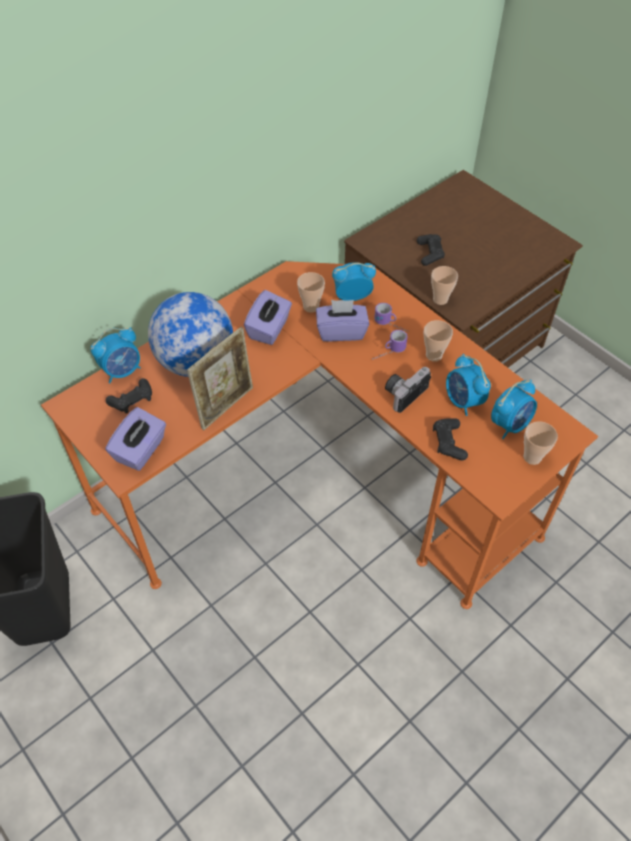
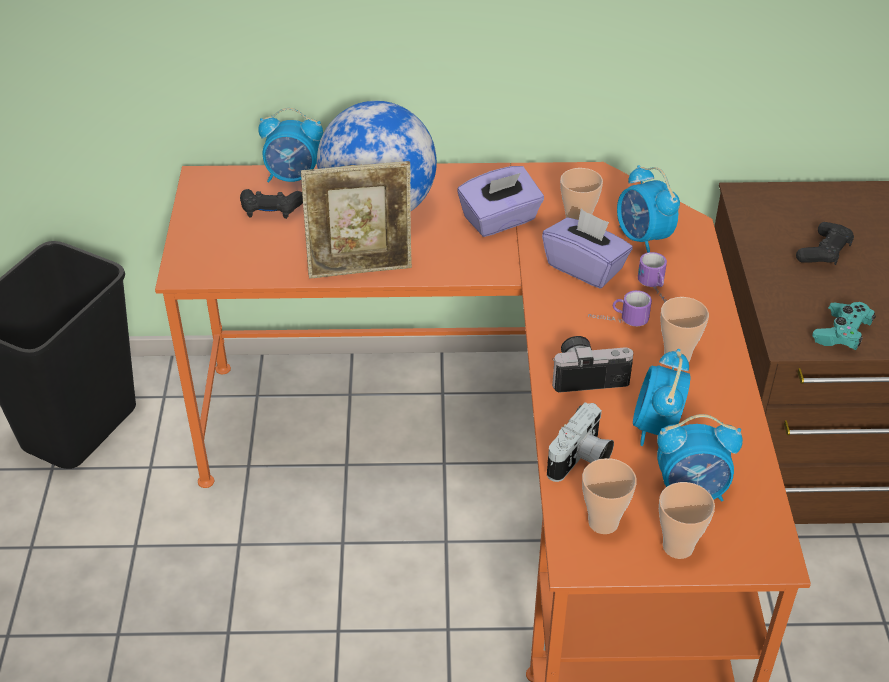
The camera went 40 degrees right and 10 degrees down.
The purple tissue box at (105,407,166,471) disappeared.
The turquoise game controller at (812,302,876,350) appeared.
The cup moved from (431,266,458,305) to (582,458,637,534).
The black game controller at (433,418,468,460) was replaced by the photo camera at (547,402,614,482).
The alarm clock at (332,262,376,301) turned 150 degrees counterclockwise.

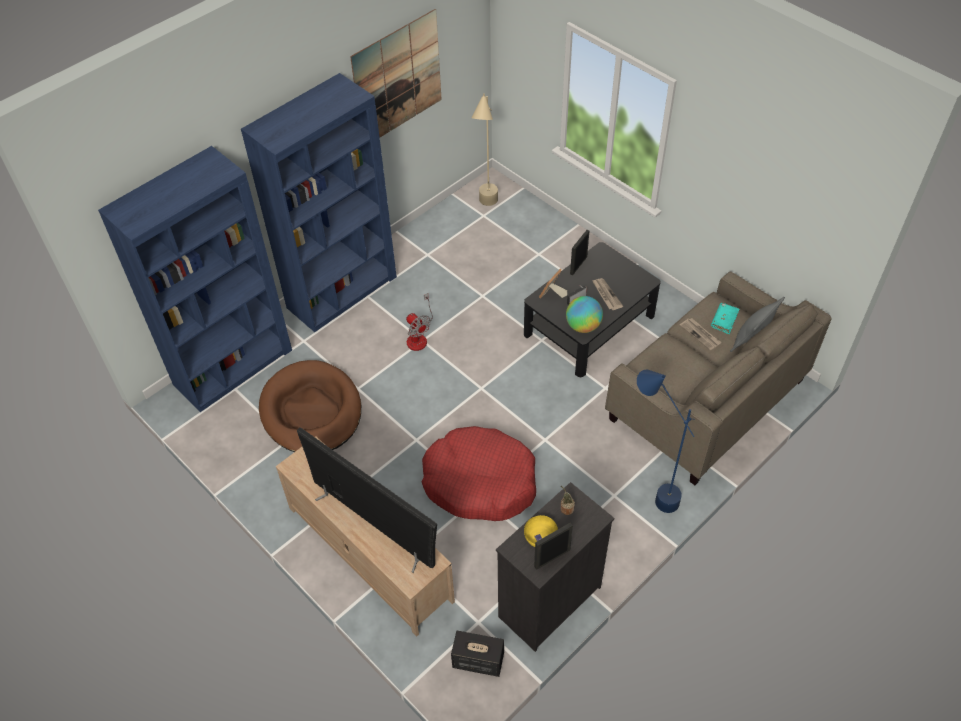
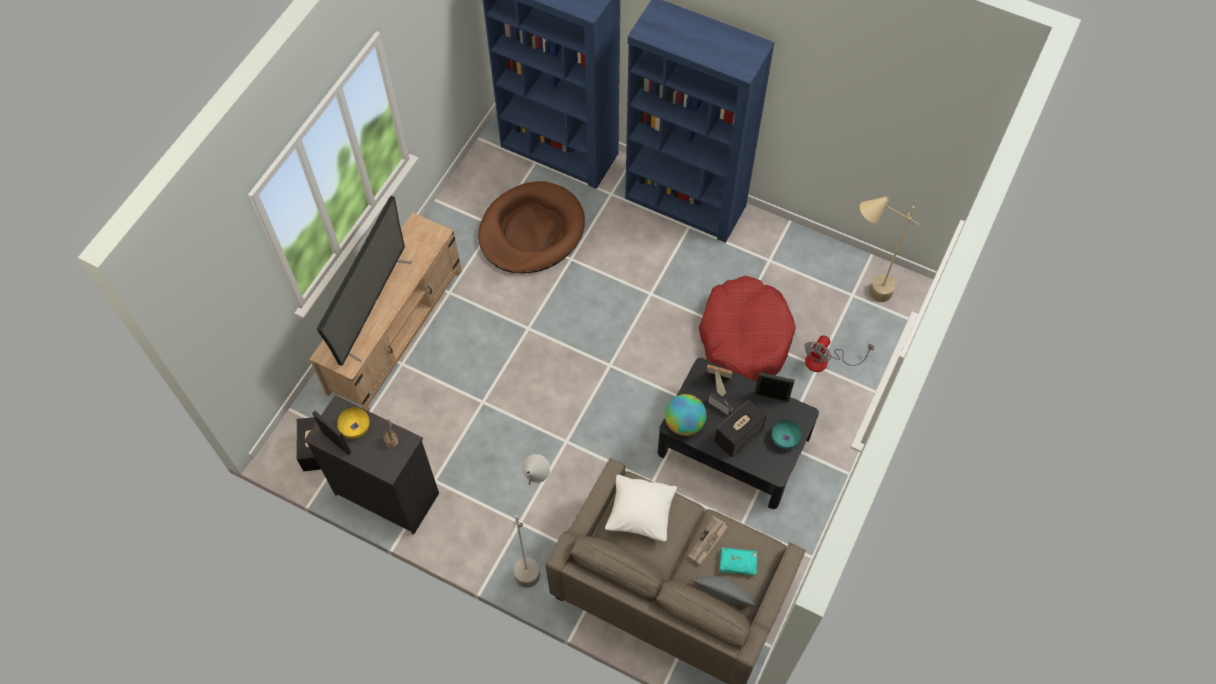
The camera went 70 degrees right and 10 degrees up.
The picture at (350,9,442,137) disappeared.
The white pillow at (605,475,677,542) appeared.
The turquoise bowl at (772,420,802,449) appeared.
The fan moved from (406,293,433,351) to (804,335,874,372).
The red dog bed moved from (422,426,536,521) to (699,276,796,382).
The newspaper at (592,278,623,310) was replaced by the speaker at (714,400,767,457).
The blue floor lamp at (637,370,695,513) became the grey floor lamp at (509,454,550,588).

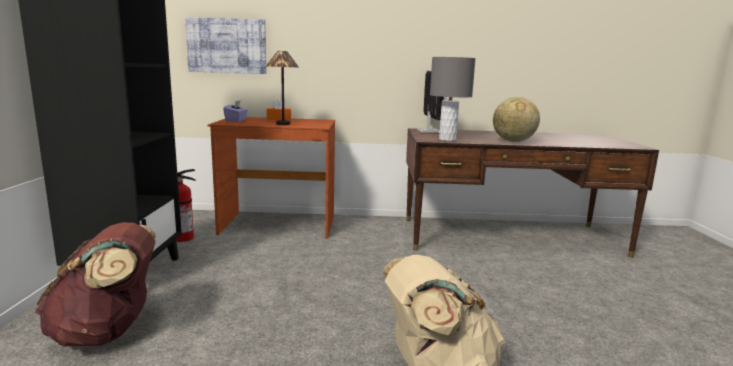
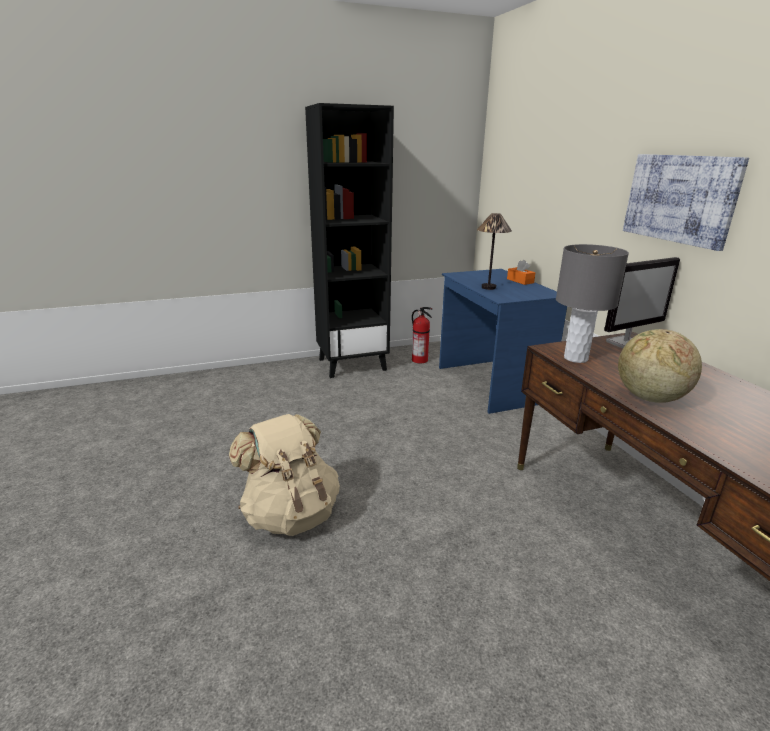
The camera went 70 degrees right and 10 degrees up.
The brown backpack at (35,222,156,346) disappeared.
The purple tissue box at (223,100,248,122) disappeared.
The picture moved from (185,17,266,74) to (623,154,749,251).
The brown desk at (208,117,335,239) became the blue desk at (439,269,567,414).

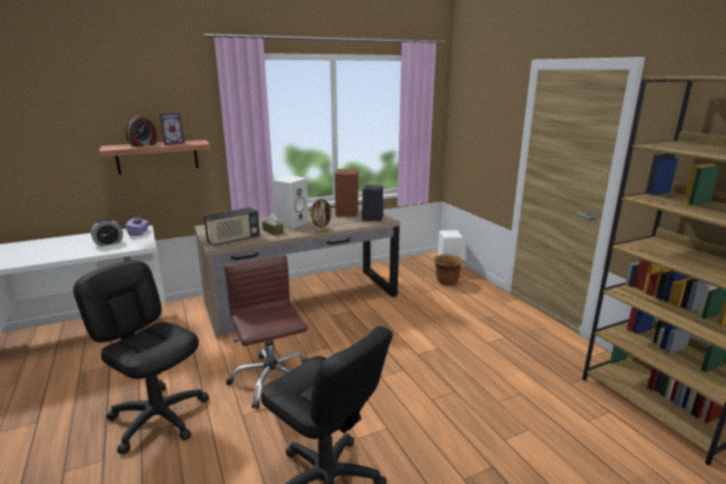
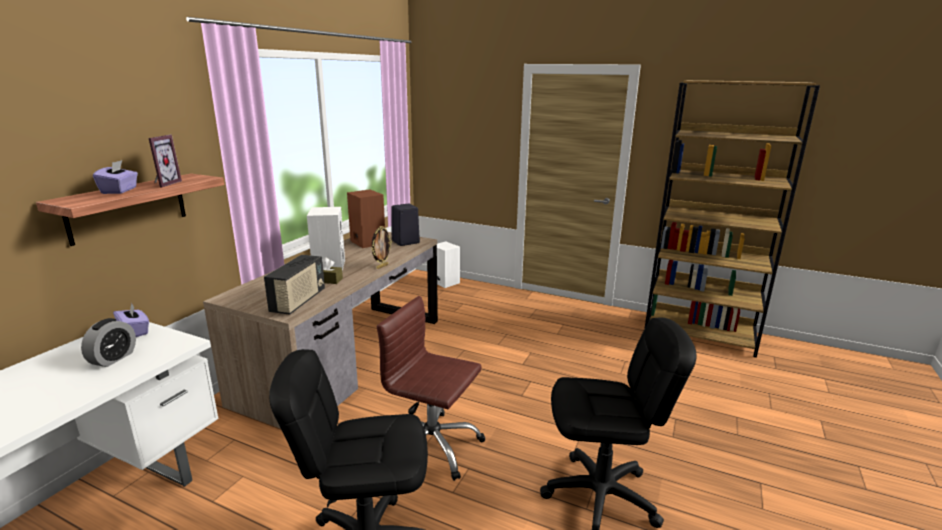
The camera went 40 degrees left and 0 degrees up.
The brown planter at (433,254,464,285) disappeared.
The alarm clock at (126,116,157,147) was replaced by the purple tissue box at (93,160,138,194).

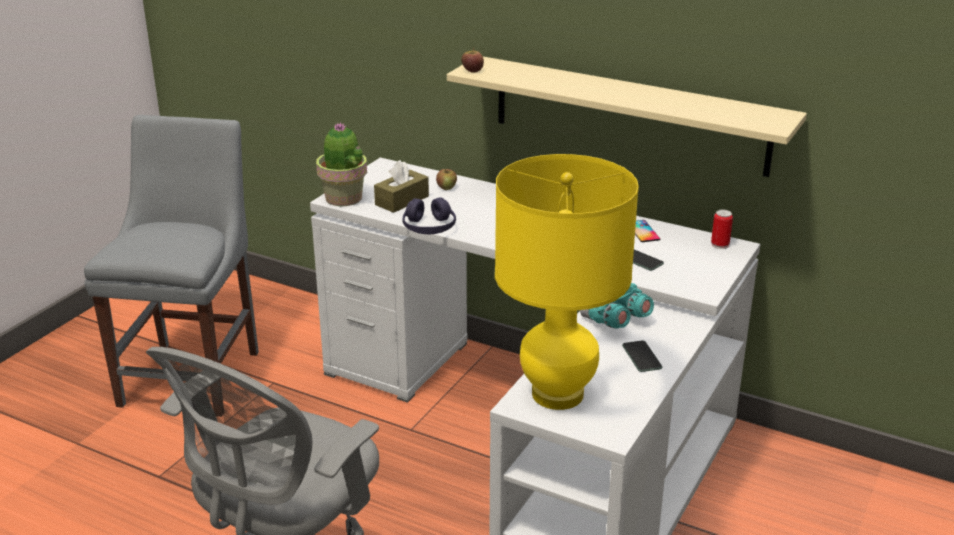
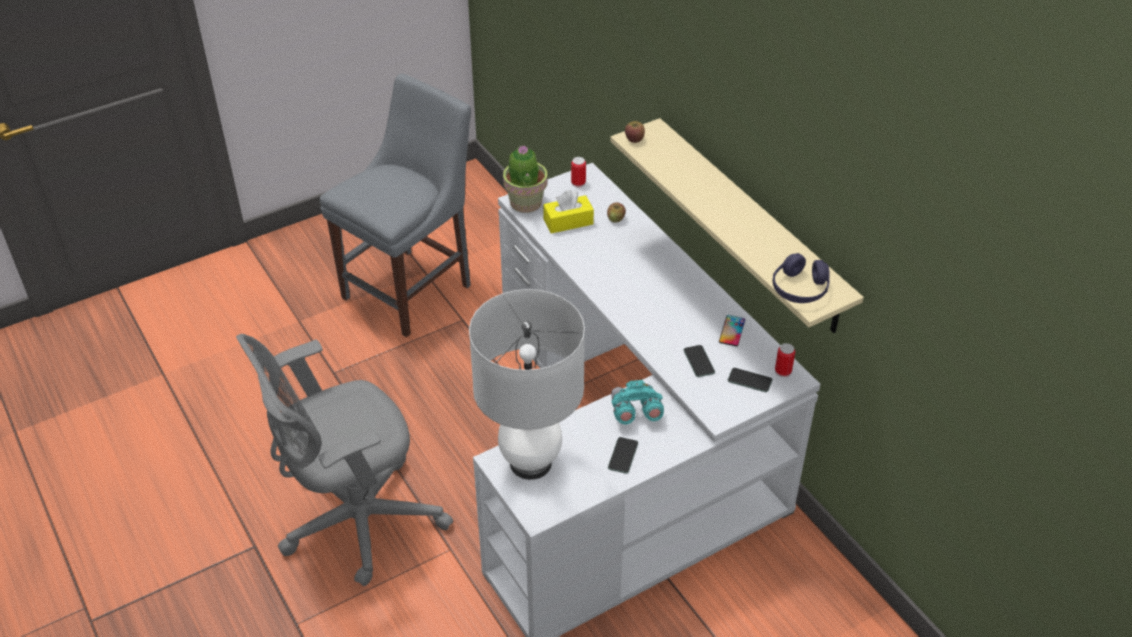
The camera went 30 degrees right and 15 degrees up.
The can at (571,157,586,188) appeared.
The phone at (728,368,772,392) appeared.
The purple headphones moved from (403,197,456,234) to (773,253,830,303).
The brown tissue box at (374,160,429,213) became the yellow tissue box at (543,190,594,233).
The yellow table lamp at (495,154,639,410) became the white table lamp at (469,289,585,480).

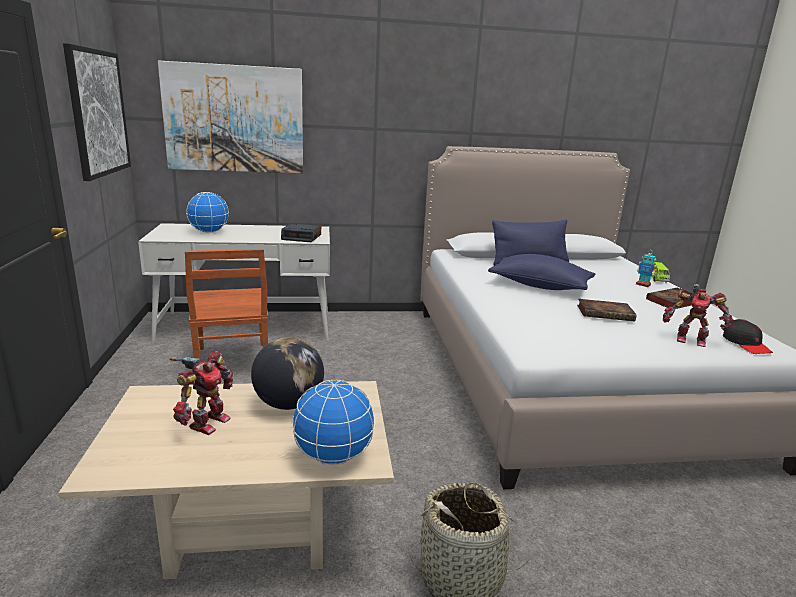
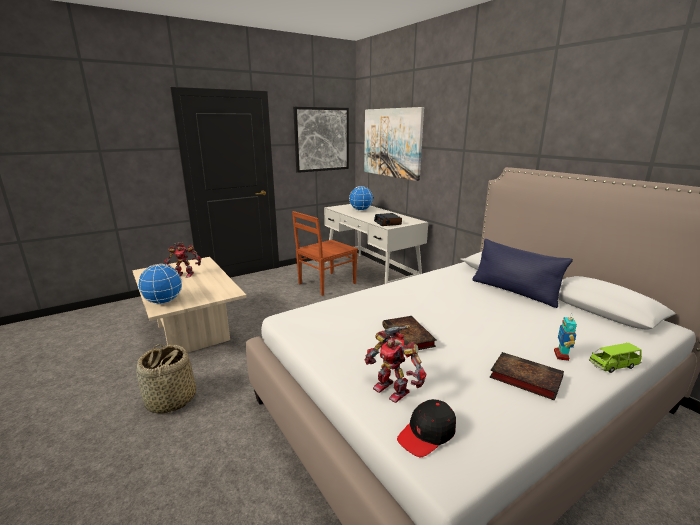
The camera went 65 degrees right and 0 degrees up.
The globe at (251,337,324,410) disappeared.
The blue pillow at (488,254,595,290) disappeared.
The toy robot at (663,284,734,347) turned 45 degrees counterclockwise.

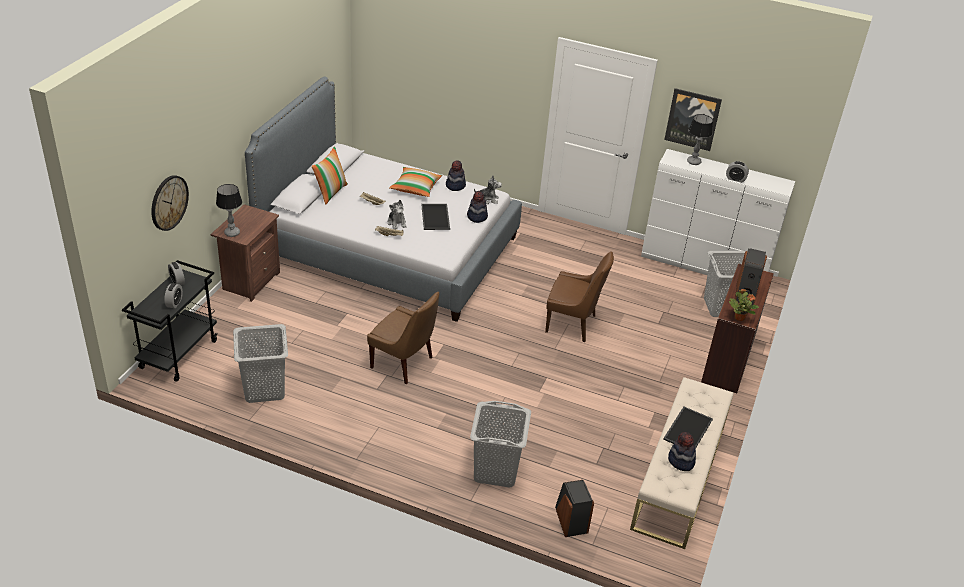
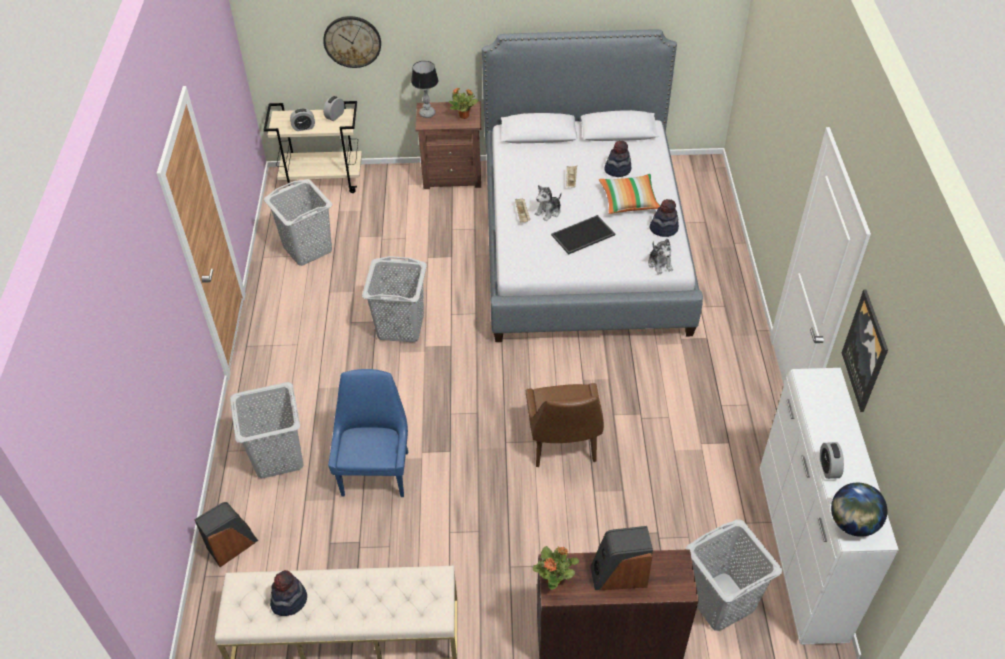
The camera went 70 degrees right and 10 degrees up.
The pillow at (312,146,348,204) disappeared.
The tray at (663,407,713,448) disappeared.
The table lamp at (687,114,713,165) disappeared.
The blue chair at (328,369,408,497) appeared.
The potted plant at (449,88,478,119) appeared.
The globe at (831,483,887,537) appeared.
The hat moved from (467,191,488,223) to (604,141,631,177).
The brown chair at (367,292,439,384) was replaced by the grey laundry basket at (362,256,427,342).
The black cart at (122,260,217,382) became the beige cart at (264,101,362,194).

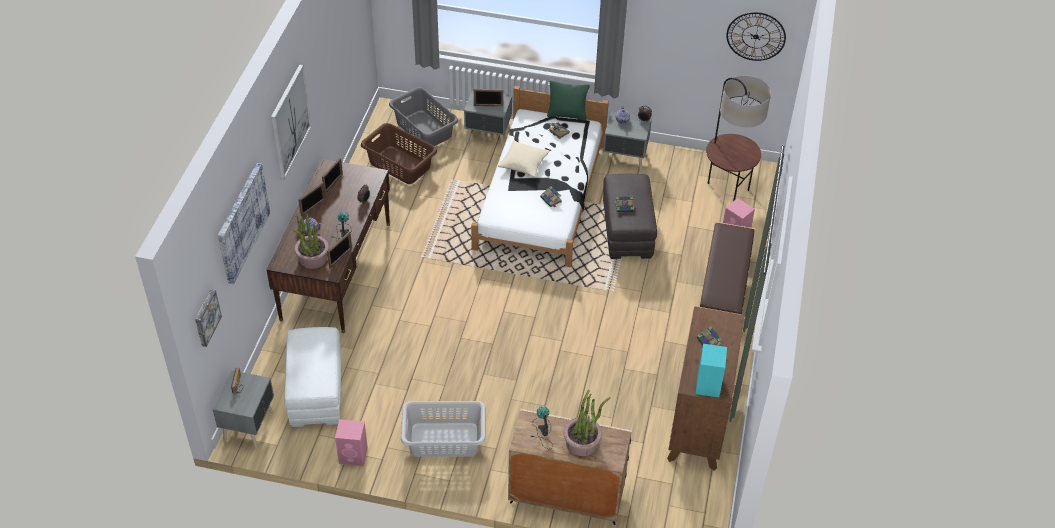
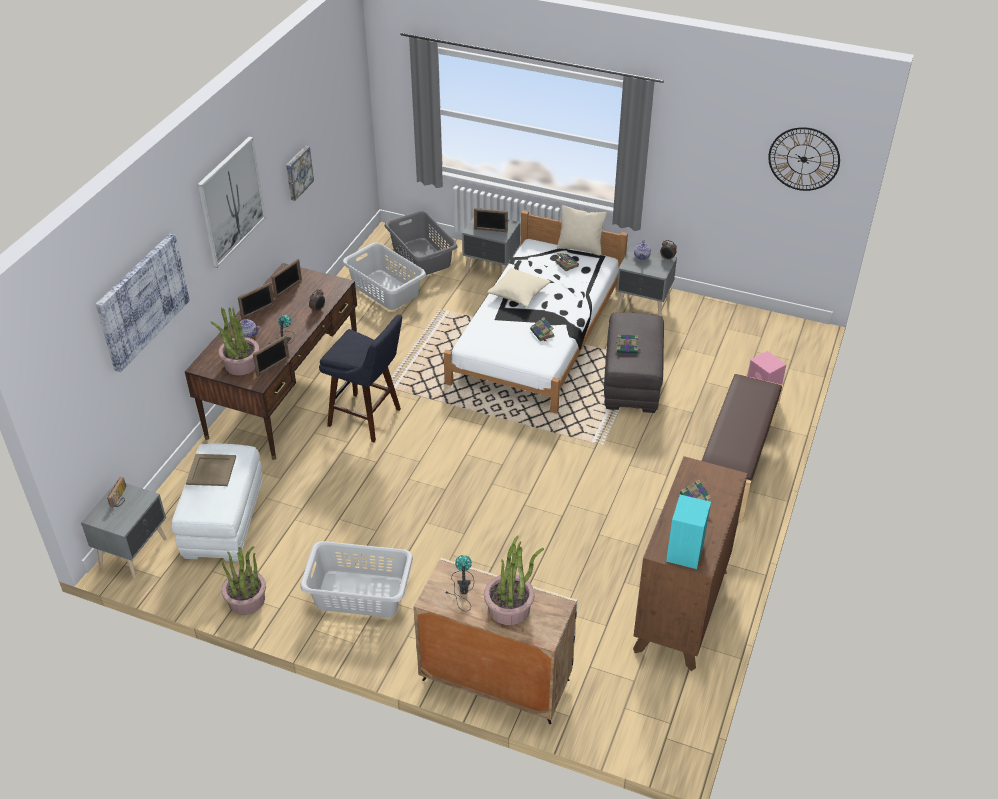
The camera went 10 degrees right and 5 degrees down.
The floor lamp at (706,76,771,201) disappeared.
The beige tray at (186,454,236,486) appeared.
The blue stool at (319,315,402,442) appeared.
The picture moved from (195,289,222,347) to (286,146,314,201).
The pink speaker at (335,419,368,466) was replaced by the potted plant at (221,546,266,615).
The brown laundry basket at (361,123,437,184) became the grey laundry basket at (342,243,426,310).
The green pillow at (547,81,590,121) became the beige pillow at (557,205,607,256).

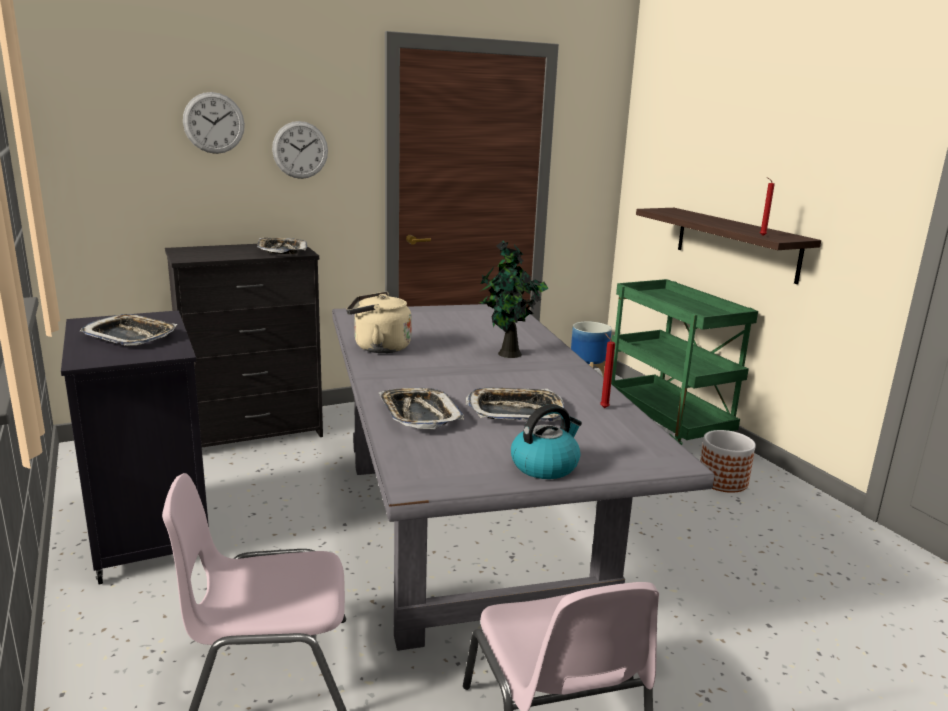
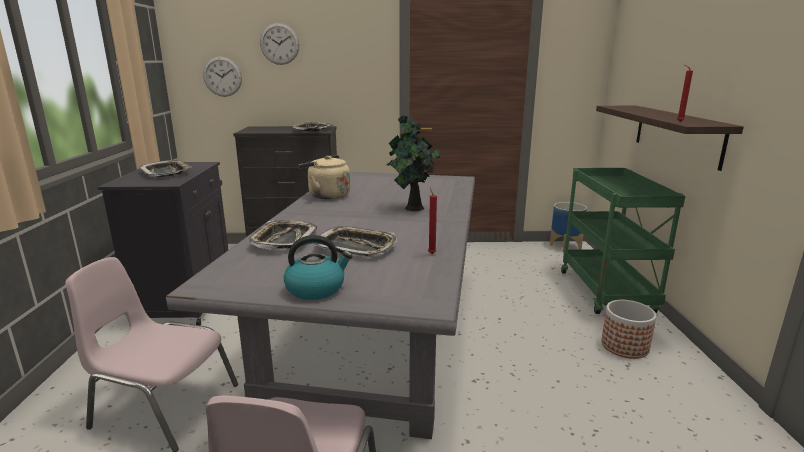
The camera went 25 degrees right and 0 degrees up.
The wall clock moved from (272,121,328,179) to (203,57,242,97).

